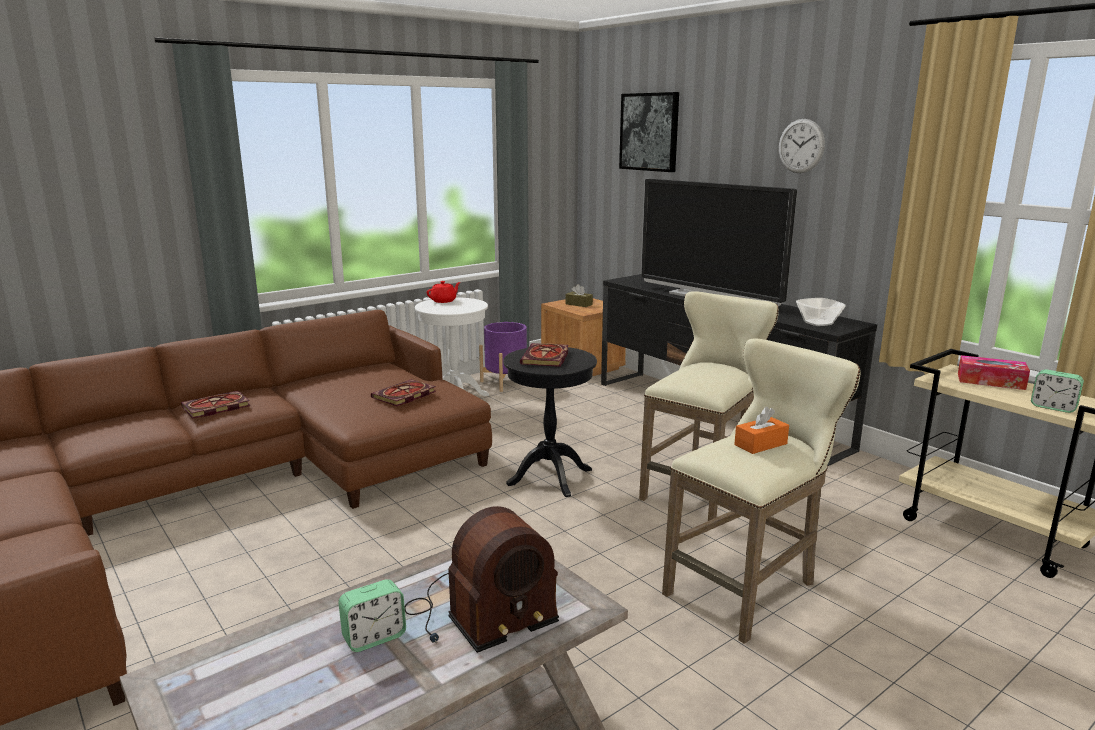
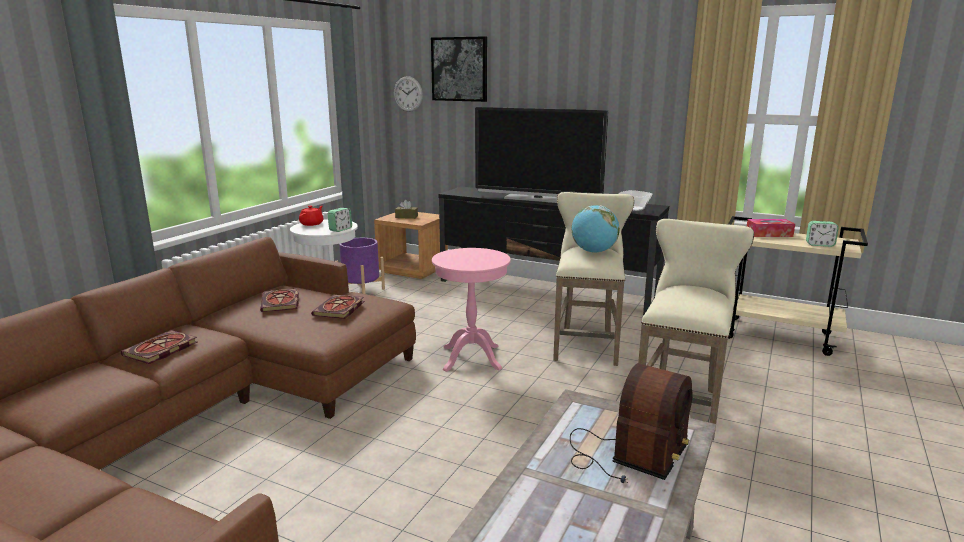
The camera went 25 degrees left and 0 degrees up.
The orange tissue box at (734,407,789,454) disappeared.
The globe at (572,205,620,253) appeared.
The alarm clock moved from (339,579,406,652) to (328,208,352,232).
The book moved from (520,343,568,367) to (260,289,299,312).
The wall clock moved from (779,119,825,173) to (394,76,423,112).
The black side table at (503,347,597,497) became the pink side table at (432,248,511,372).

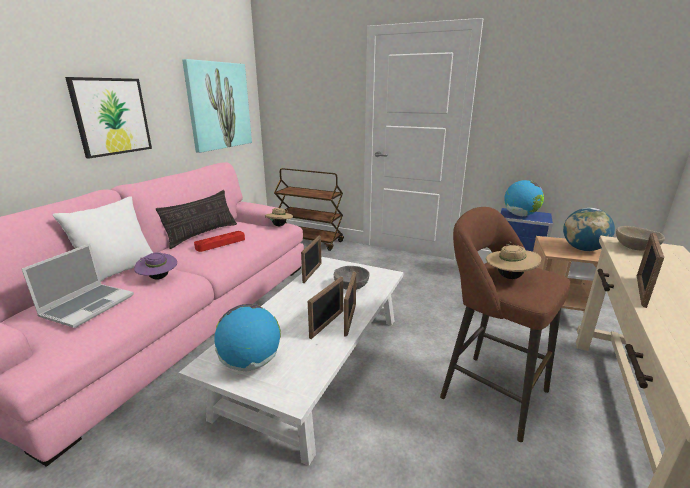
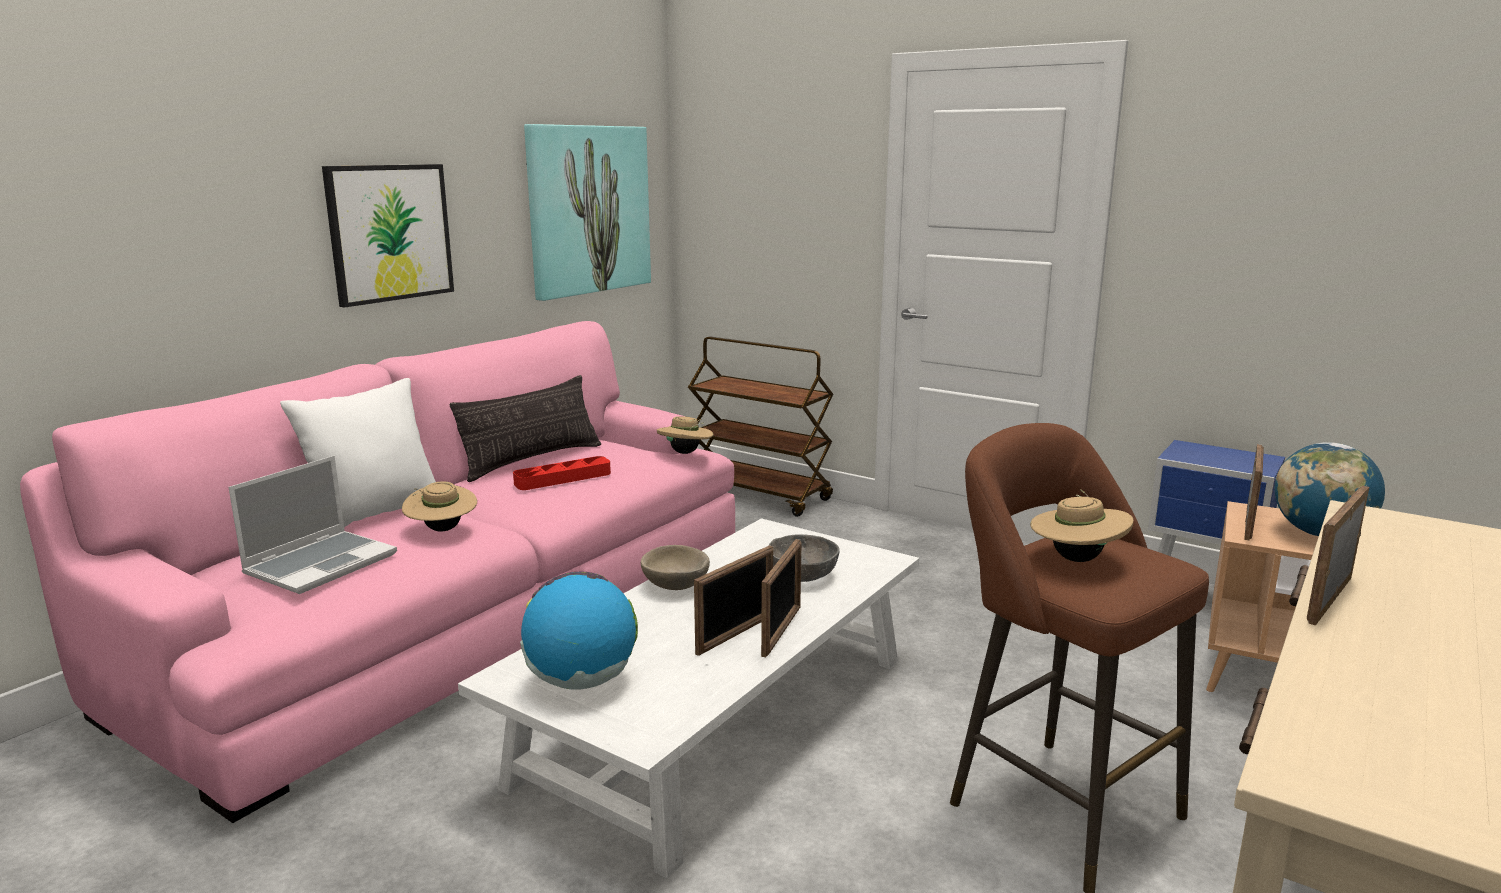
The camera went 10 degrees right and 5 degrees down.
The globe at (504,180,544,216) disappeared.
The picture frame moved from (301,236,322,283) to (1244,444,1264,540).
The beige bowl moved from (616,226,665,250) to (641,545,710,590).
The purple hat at (134,252,177,280) became the beige hat at (402,481,477,531).

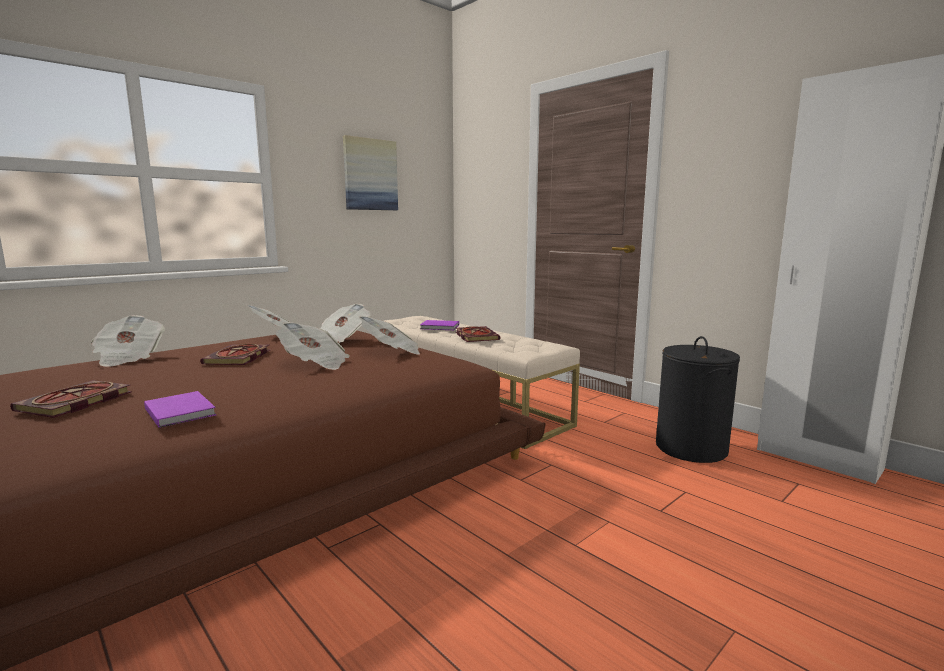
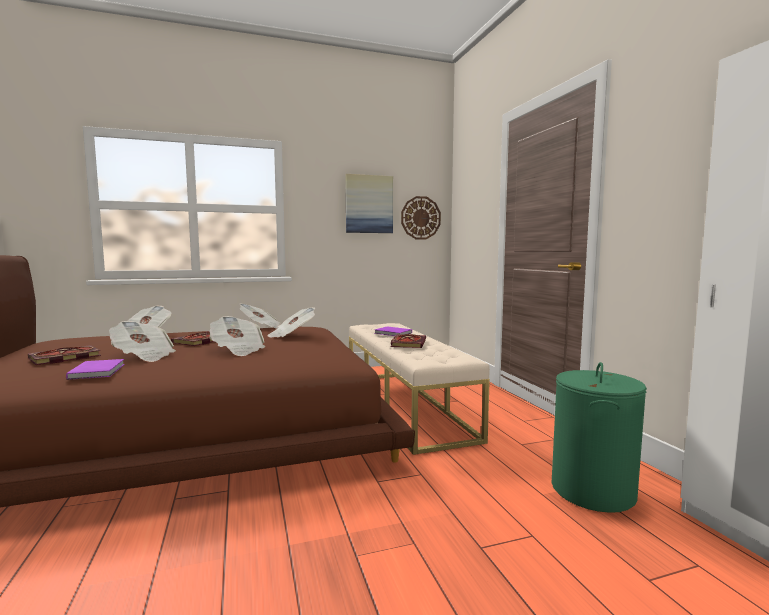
The camera went 25 degrees right and 5 degrees down.
The wall clock at (401,196,441,240) appeared.
The newspaper moved from (359,316,420,355) to (109,321,176,362).
The black laundry basket at (656,336,740,463) became the green laundry basket at (552,362,647,513).

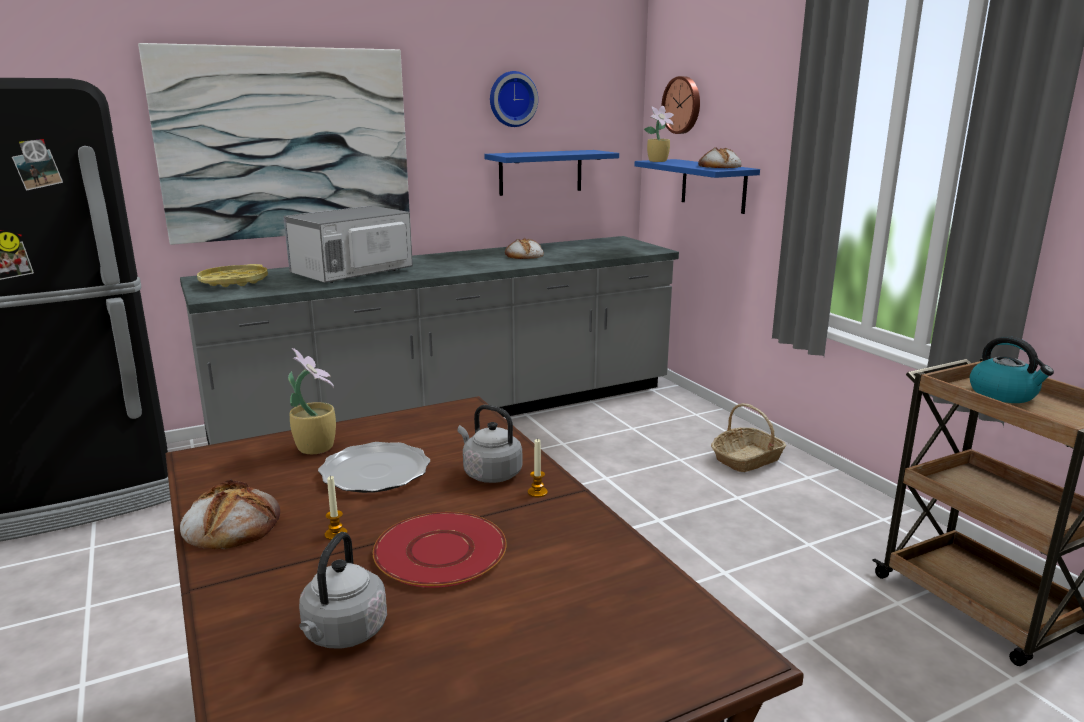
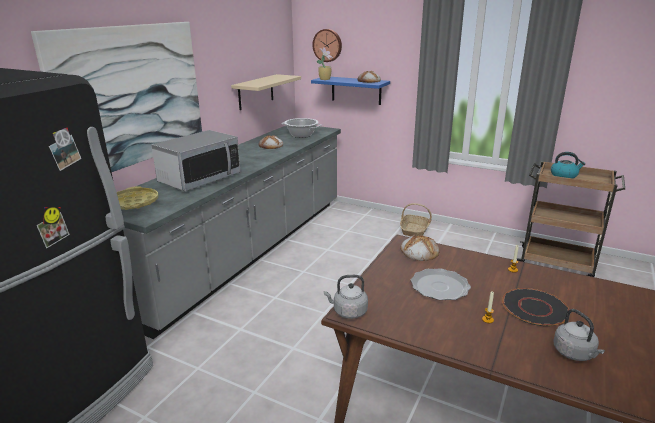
The camera went 35 degrees left and 5 degrees up.
The potted plant at (288,348,336,454) disappeared.
The wall clock at (490,71,538,127) disappeared.
The cooking pot at (282,118,321,138) appeared.
The bread moved from (180,479,280,549) to (401,234,440,261).
The grey kettle moved from (458,405,522,483) to (324,275,368,319).
The red plate at (373,512,507,588) became the black plate at (502,288,570,326).
The blue shelf at (484,150,619,196) became the beige shelf at (231,74,301,110).
The microwave at (283,206,413,283) turned 150 degrees counterclockwise.

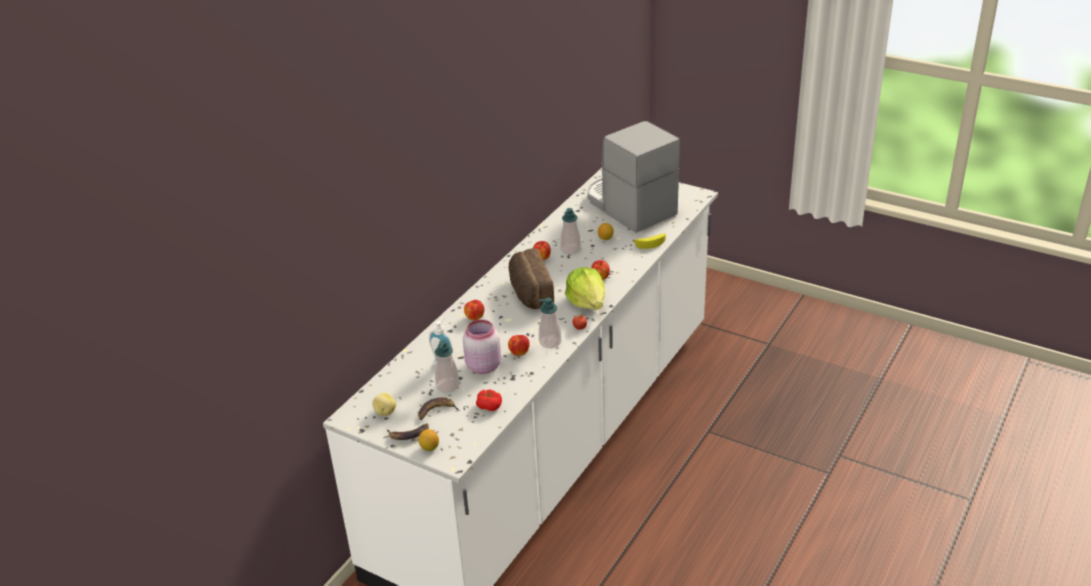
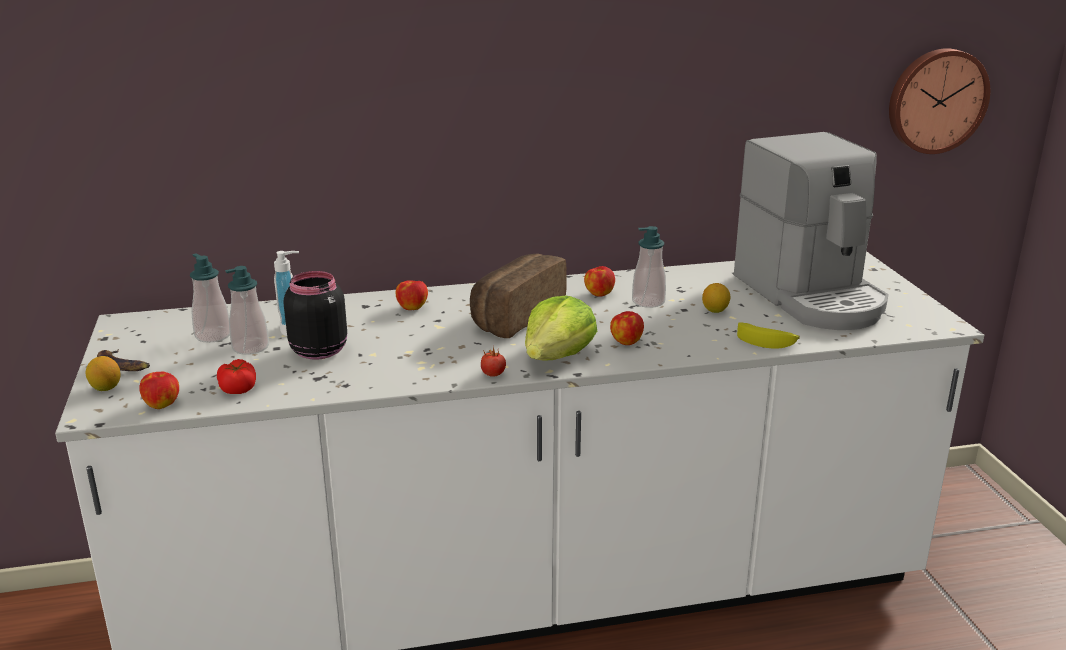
The camera went 45 degrees right and 10 degrees down.
The potato at (372,393,396,416) disappeared.
The banana at (418,397,460,420) disappeared.
The wall clock at (889,48,990,154) appeared.
The apple moved from (508,335,530,356) to (139,372,179,409).
The soap dispenser moved from (539,298,562,348) to (190,253,230,343).
The pink jar at (463,320,501,374) became the black jar at (283,271,347,360).
The coffee machine at (588,121,680,233) turned 150 degrees clockwise.

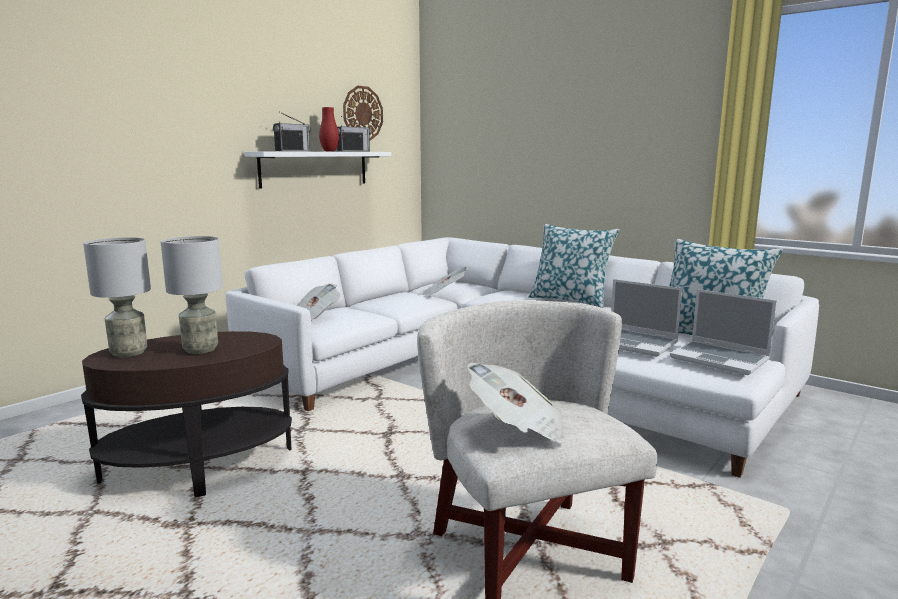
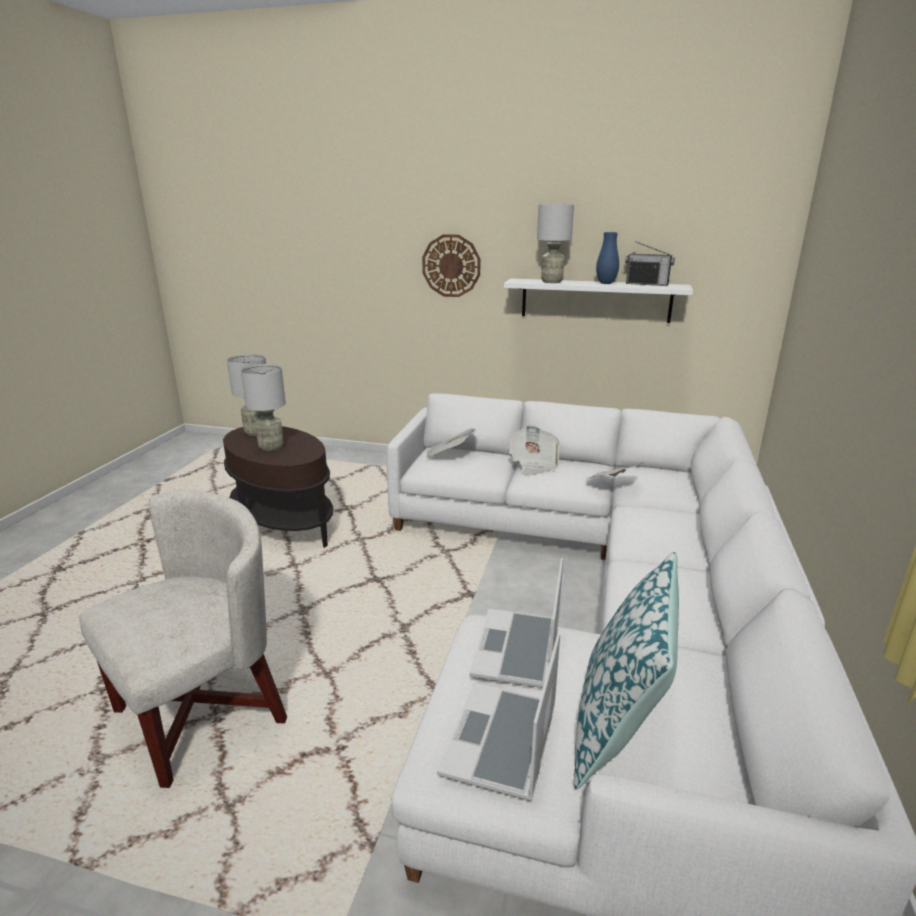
The camera went 65 degrees right and 10 degrees up.
The pillow at (528,224,619,308) disappeared.
The wall clock moved from (343,86,383,141) to (422,234,481,297).
The newspaper moved from (467,363,565,443) to (508,425,560,475).
The radio at (273,112,311,151) was replaced by the grey table lamp at (537,204,574,283).
The red vase at (319,107,339,151) became the blue vase at (596,232,619,284).

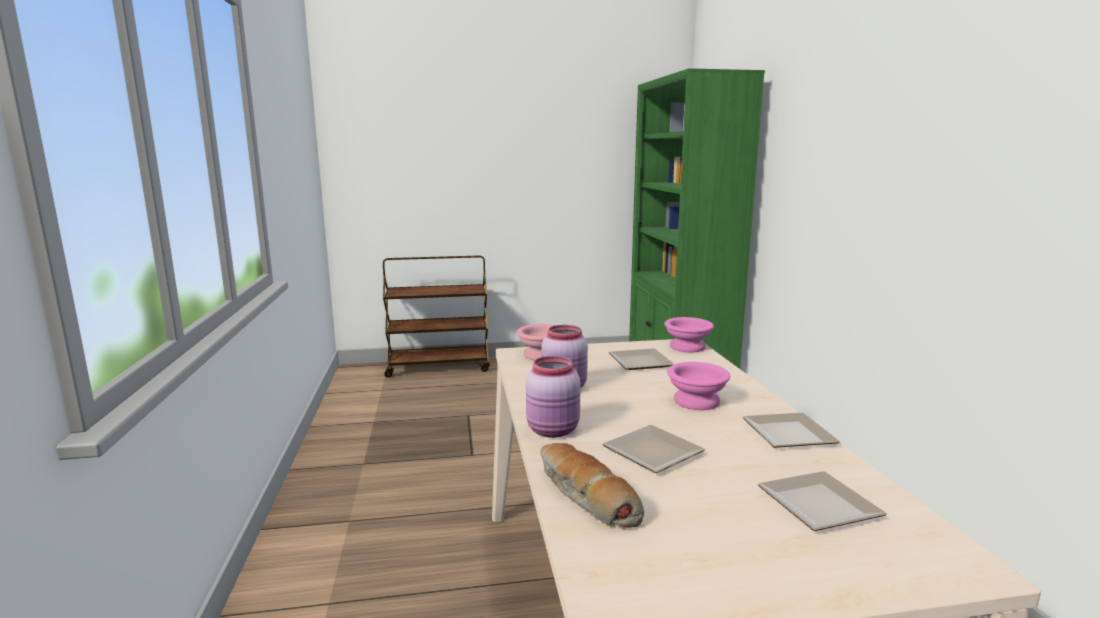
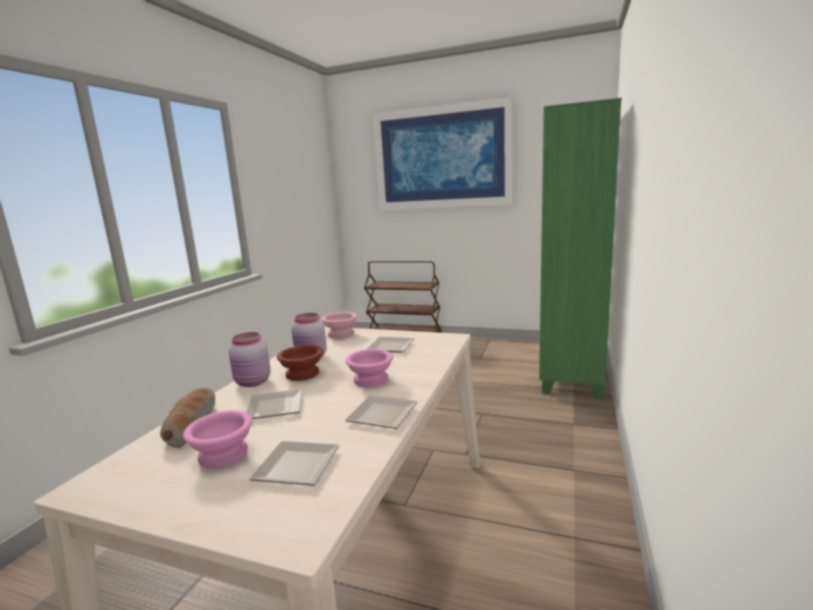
The camera went 30 degrees right and 0 degrees up.
The brown bowl at (277,345,323,381) appeared.
The picture at (373,97,514,210) appeared.
The pink bowl moved from (664,317,714,352) to (183,410,252,468).

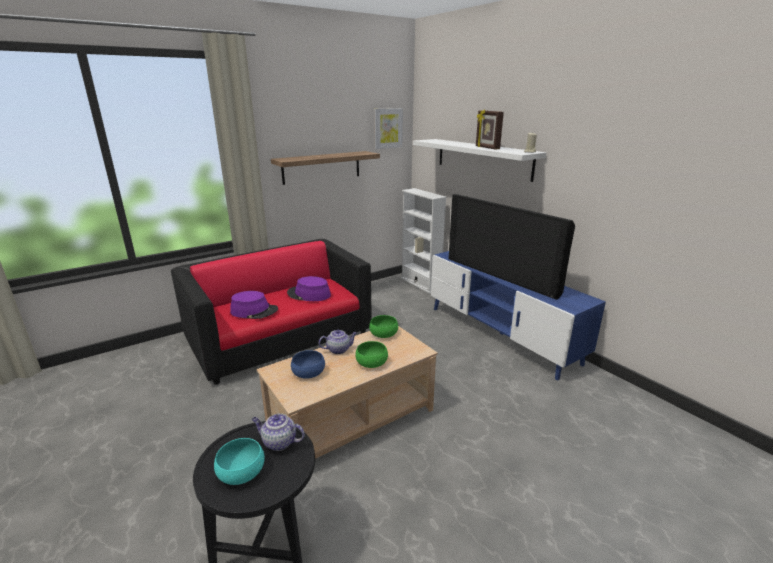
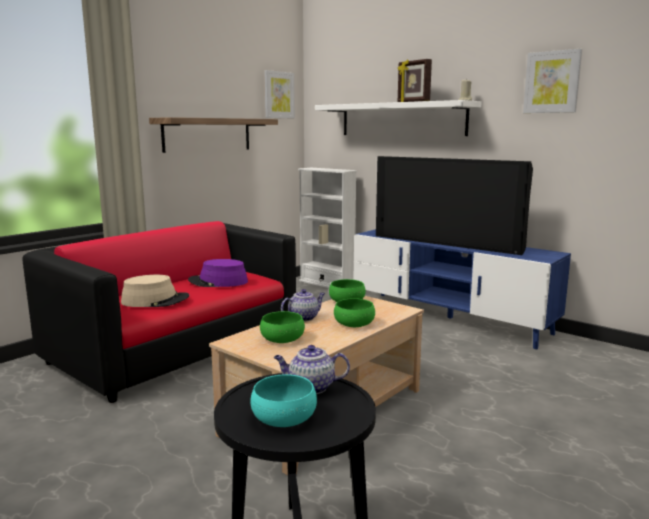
The camera went 15 degrees left and 10 degrees down.
The picture at (523,49,582,113) appeared.
The purple hat at (230,291,278,319) became the beige hat at (121,275,189,307).
The blue bowl at (291,350,325,379) became the green bowl at (260,311,305,343).

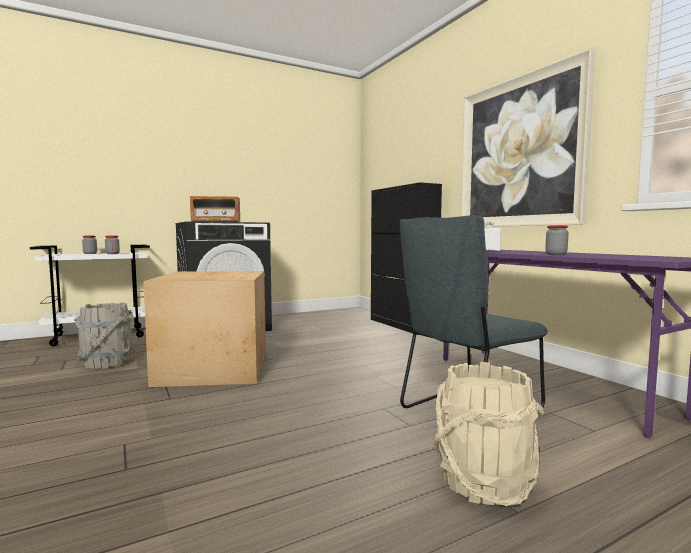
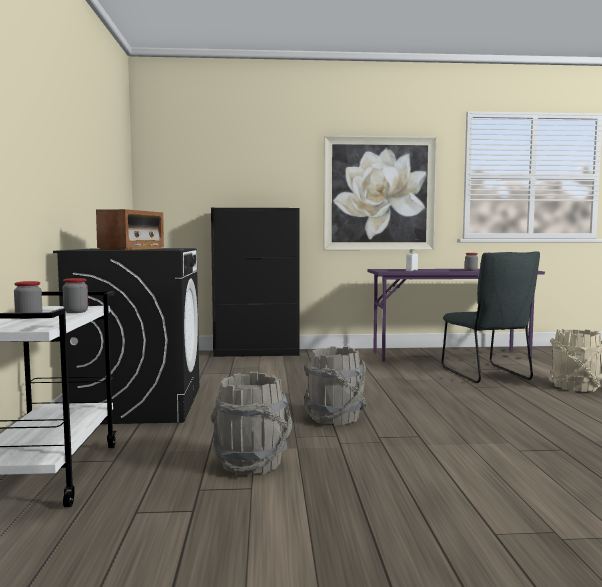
The camera went 65 degrees left and 0 degrees up.
The cardboard box at (143,271,266,387) was replaced by the grey bucket at (304,346,366,426).

